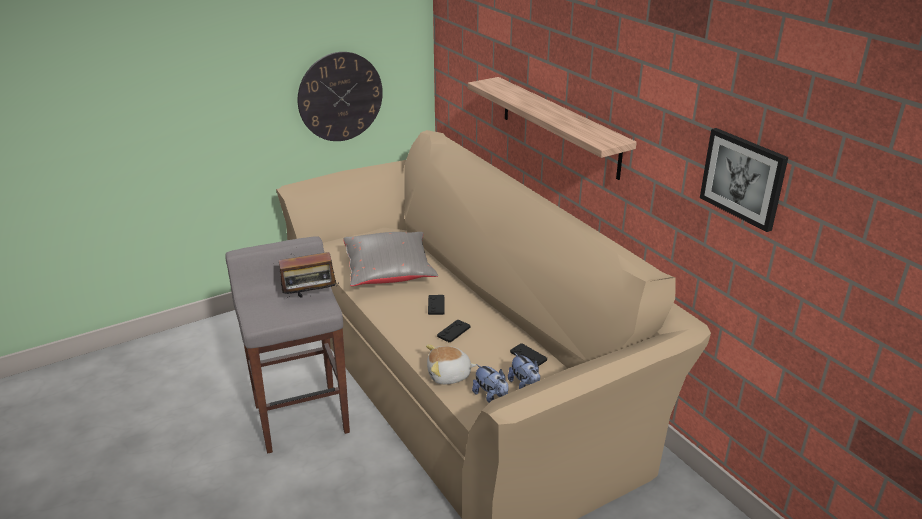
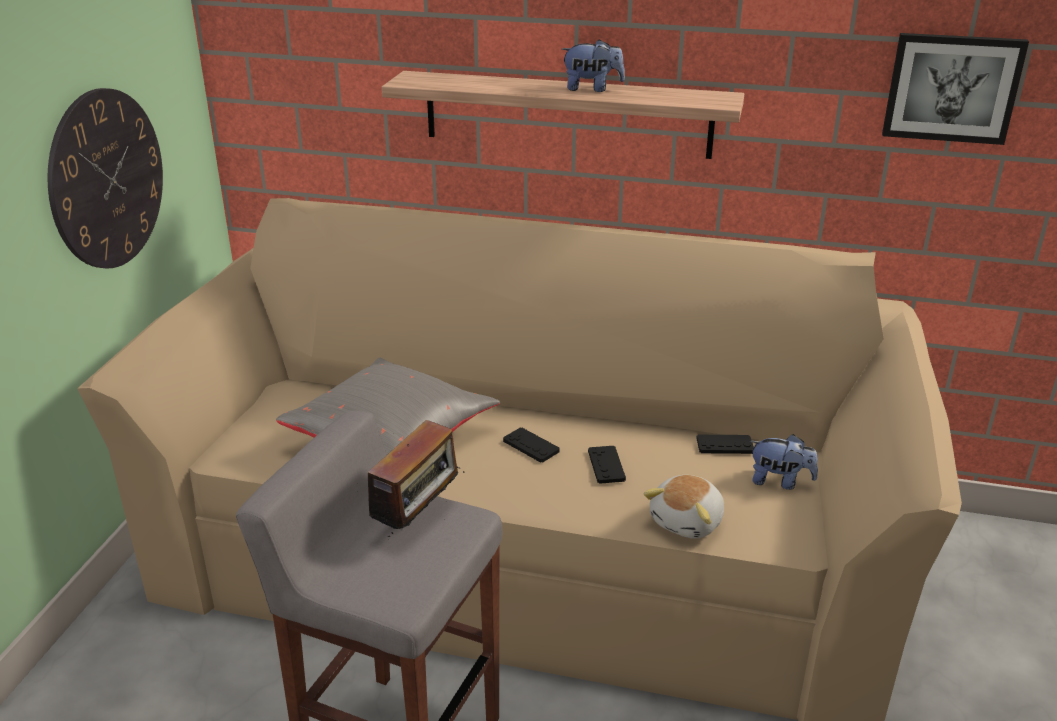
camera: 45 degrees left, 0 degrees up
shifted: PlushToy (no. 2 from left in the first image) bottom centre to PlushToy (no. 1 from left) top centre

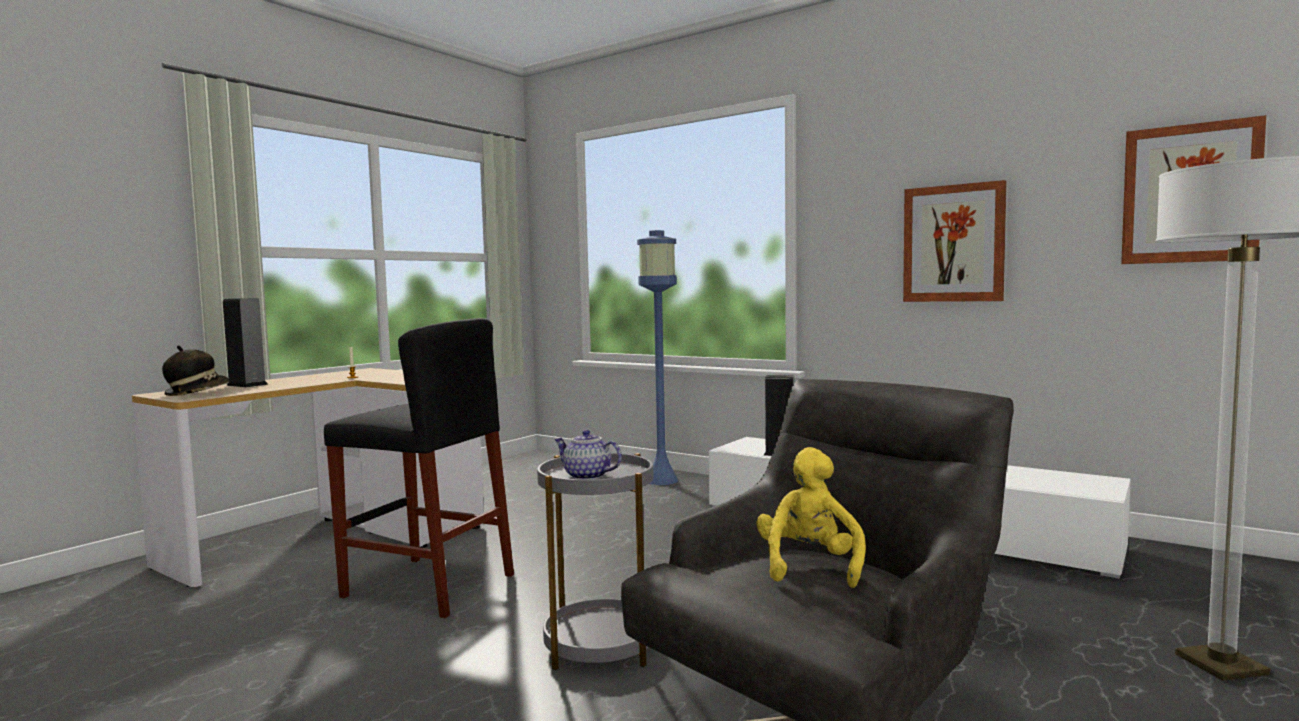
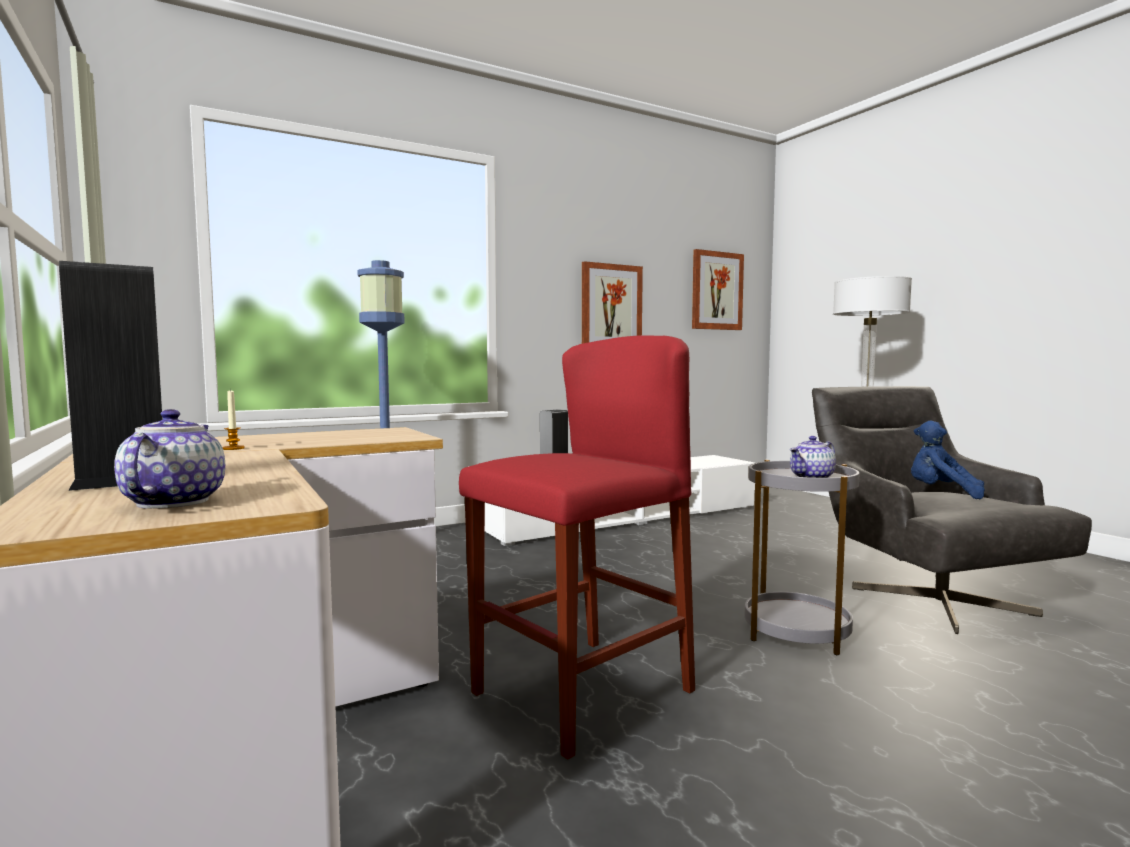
camera: 65 degrees left, 0 degrees up
swapped: Hat middle left to Teapot (no. 1 from left) middle left
repainted: BlackStool middle left to RedStool centre; YellowPlushToy bottom centre to BluePlushToy middle right

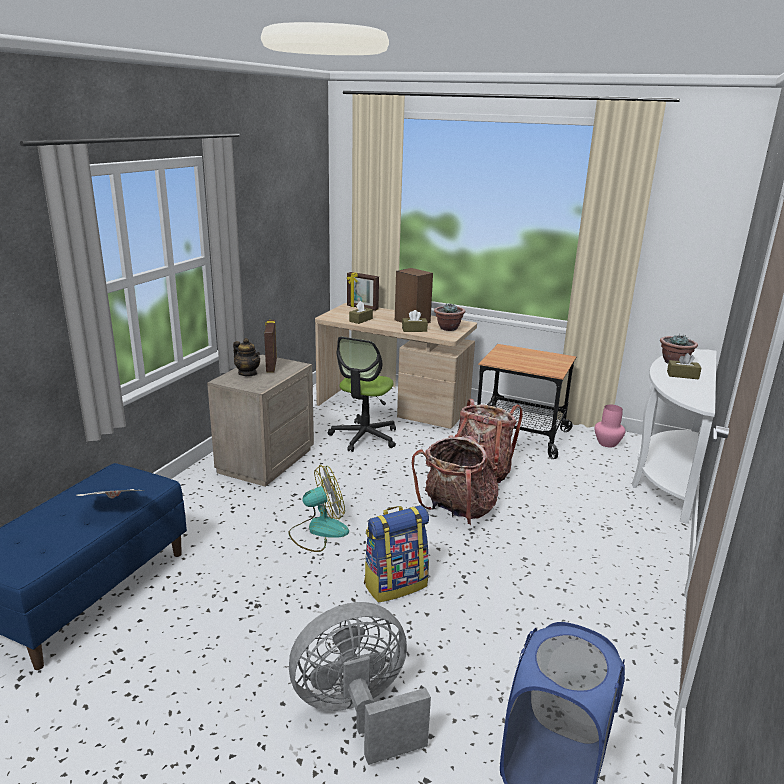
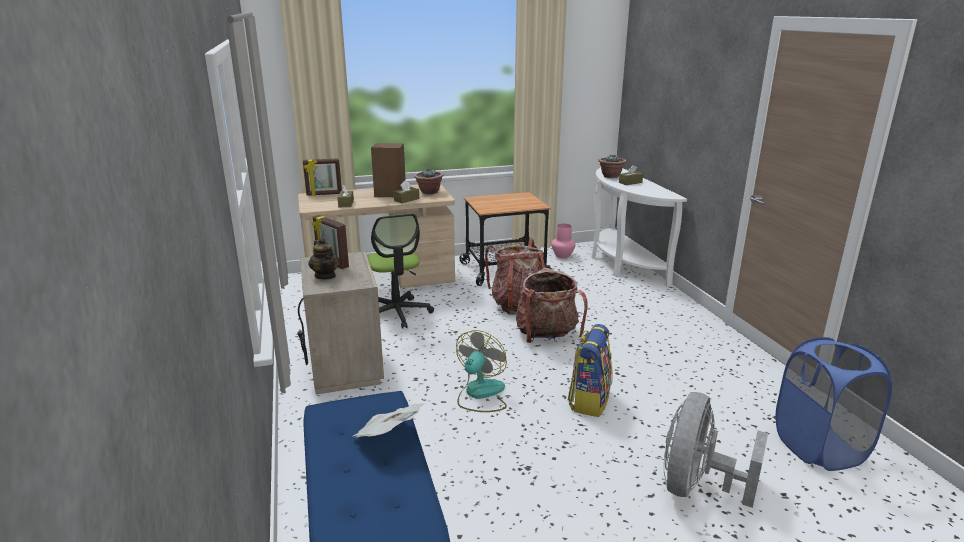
camera: 40 degrees left, 0 degrees up
rotated: Teapot middle left = centre 60 degrees clockwise

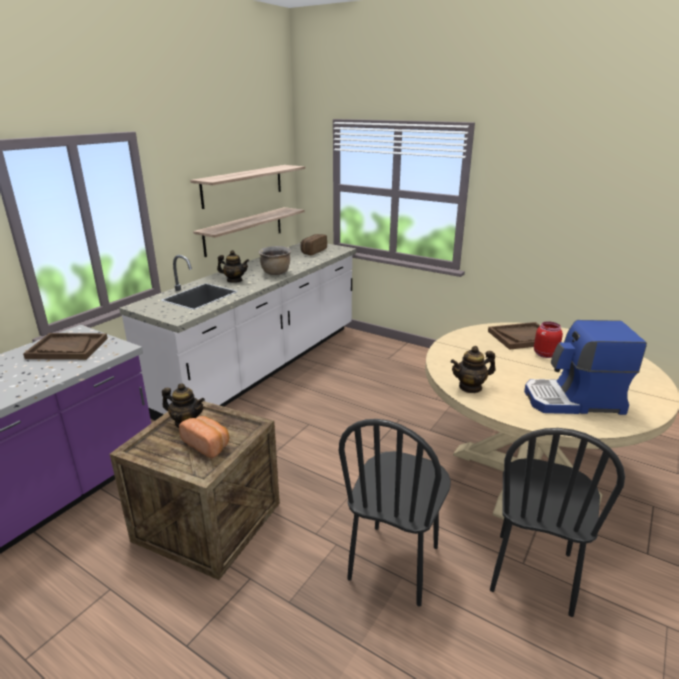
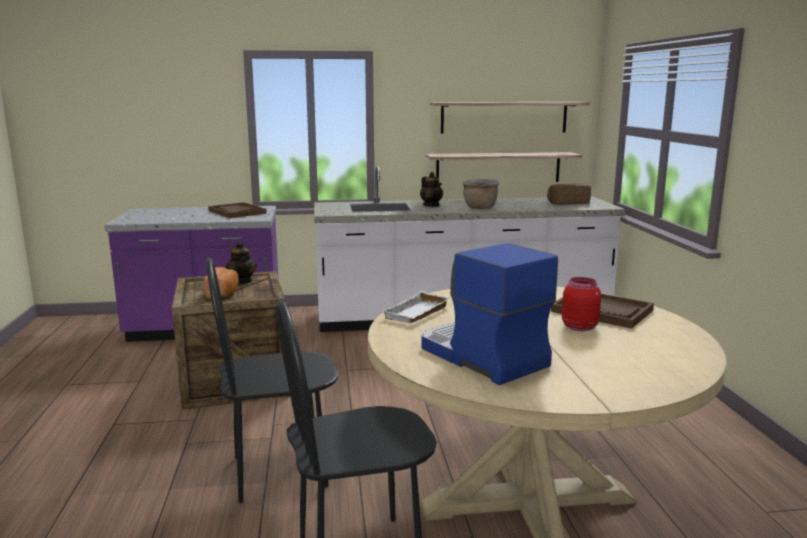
camera: 50 degrees right, 10 degrees down
swapped: Teapot (no. 3 from left) middle right to WhiteTray centre

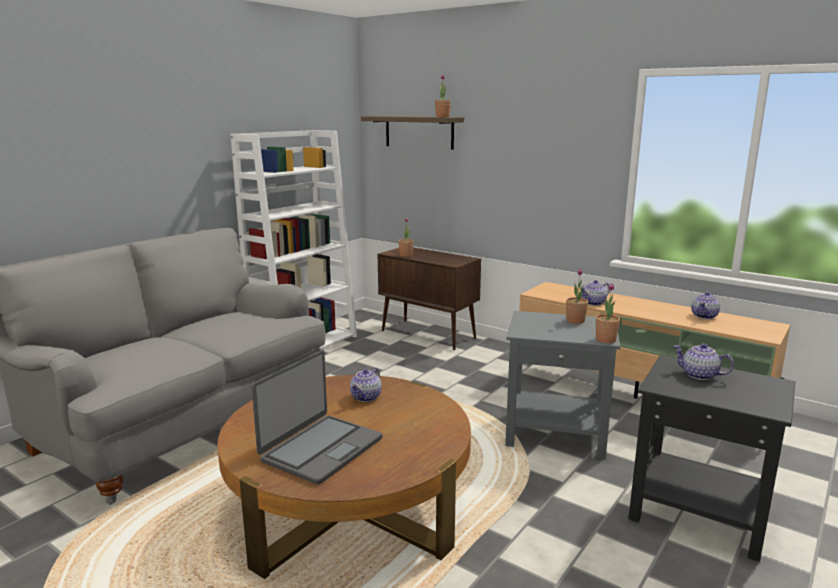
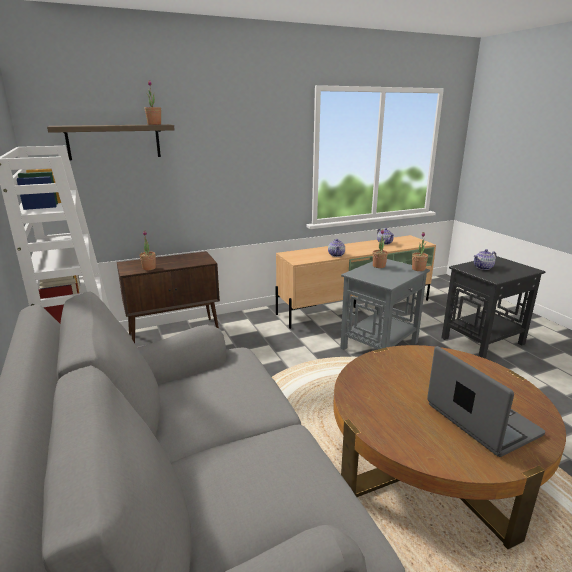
camera: 60 degrees left, 5 degrees up
gone: Teapot (no. 1 from left) centre

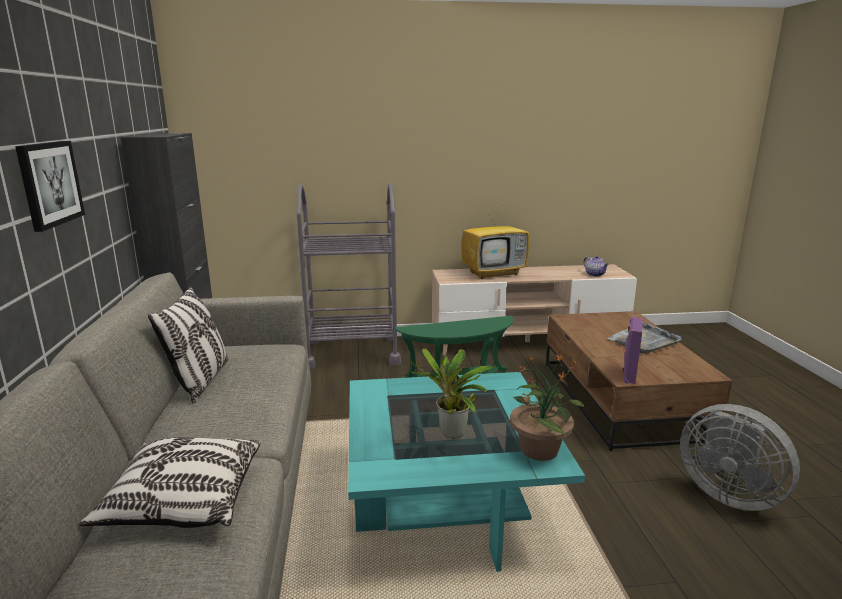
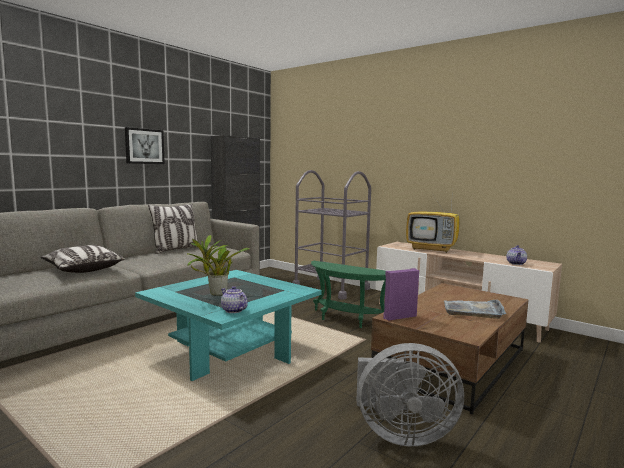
camera: 45 degrees right, 10 degrees down
swapped: PottedPlant (no. 2 from left) bottom centre to Teapot (no. 1 from left) centre
rotated: GreyFan bottom right = bottom centre 90 degrees counterclockwise

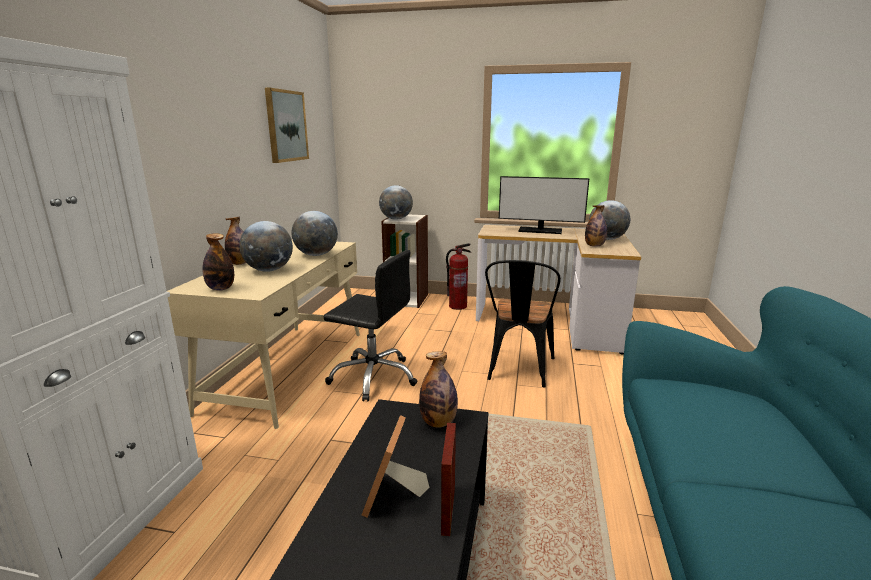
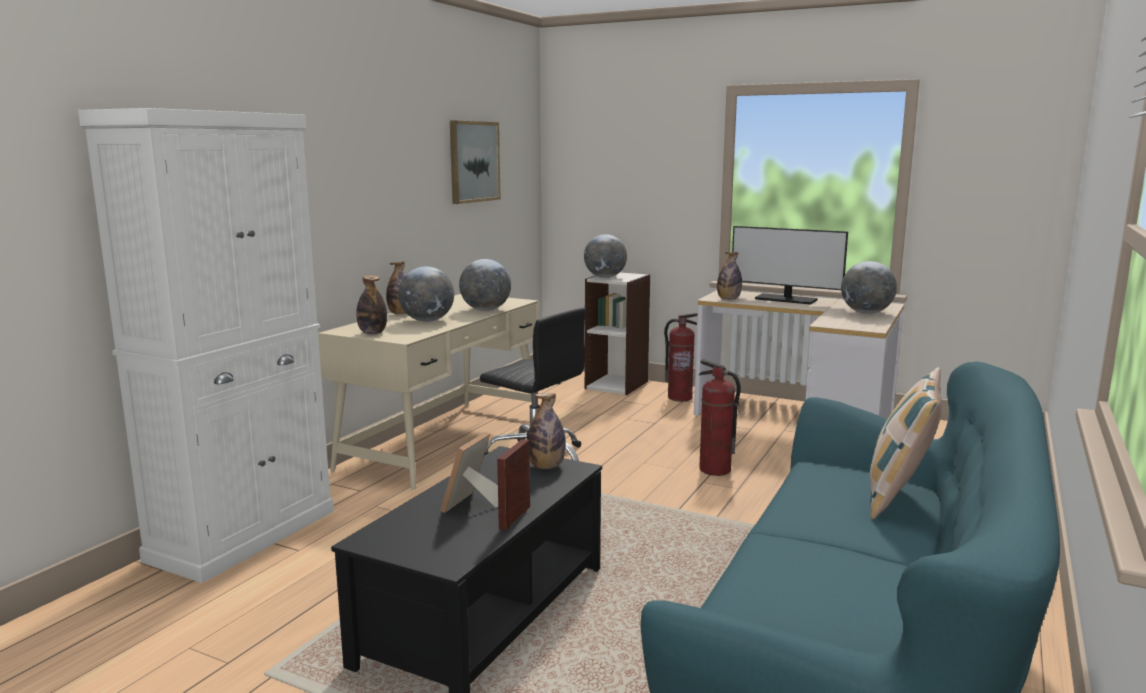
camera: 15 degrees right, 5 degrees down
new: Pillow middle right
shifted: Bottle (no. 4 from left) middle right to centre
swapped: BlackChair centre to FireExtinguisher (no. 2 from left) centre

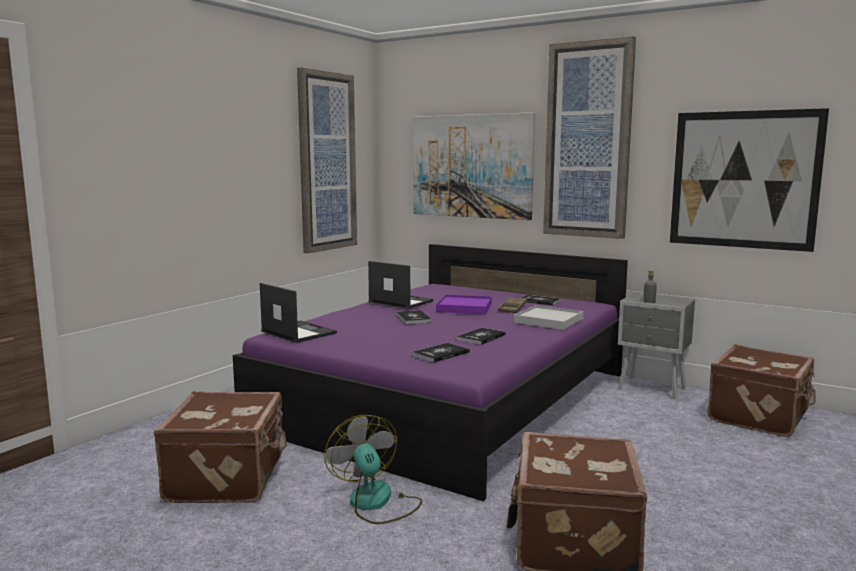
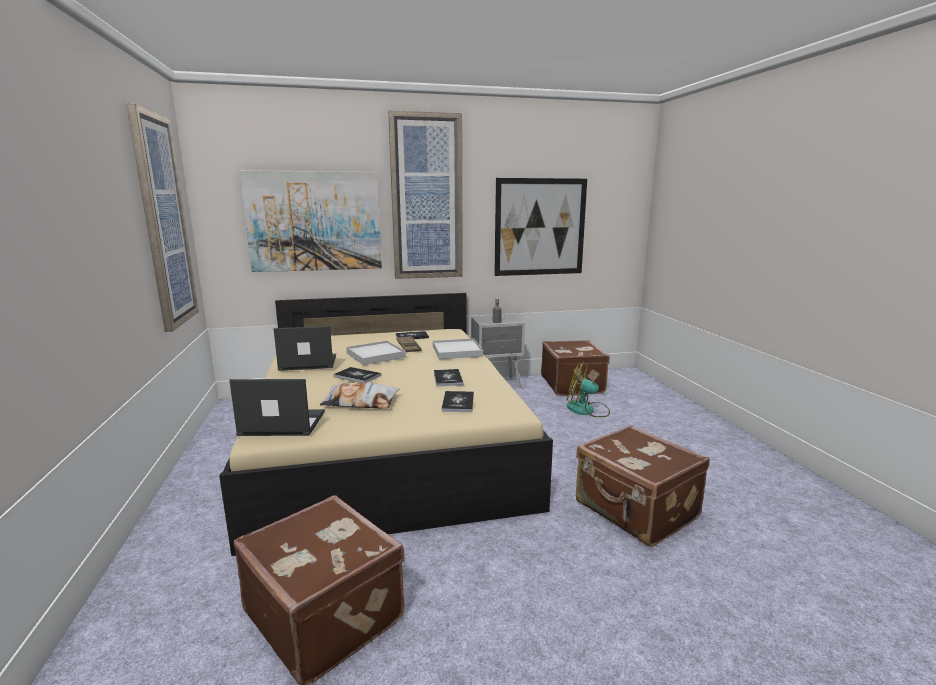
camera: 45 degrees left, 5 degrees up
new: Pillow centre
shifted: Fan bottom centre to centre
repainted: PurpleBed centre to BeigeBed centre; PurpleTray centre to WhiteTray (no. 1 from left) centre

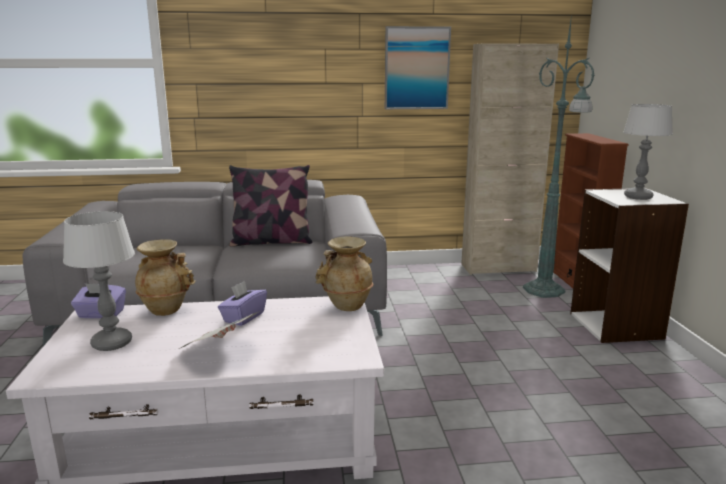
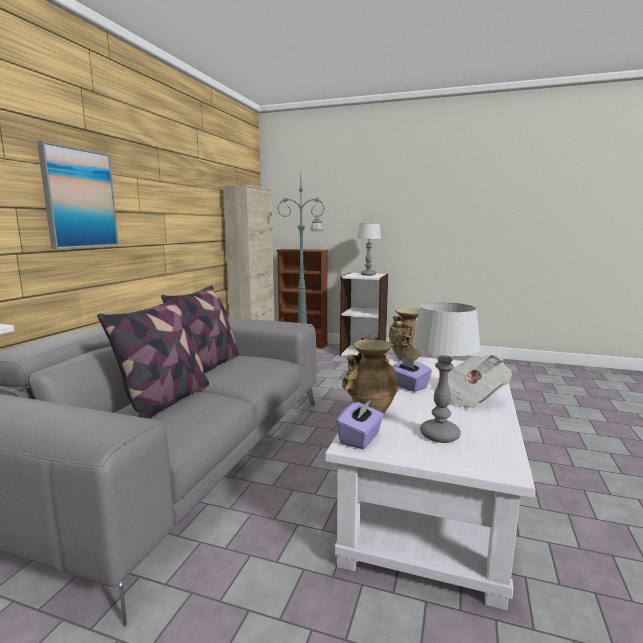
camera: 65 degrees left, 5 degrees down
new: Pillow (no. 1 from left) middle left
shifted: Picture top centre to top left

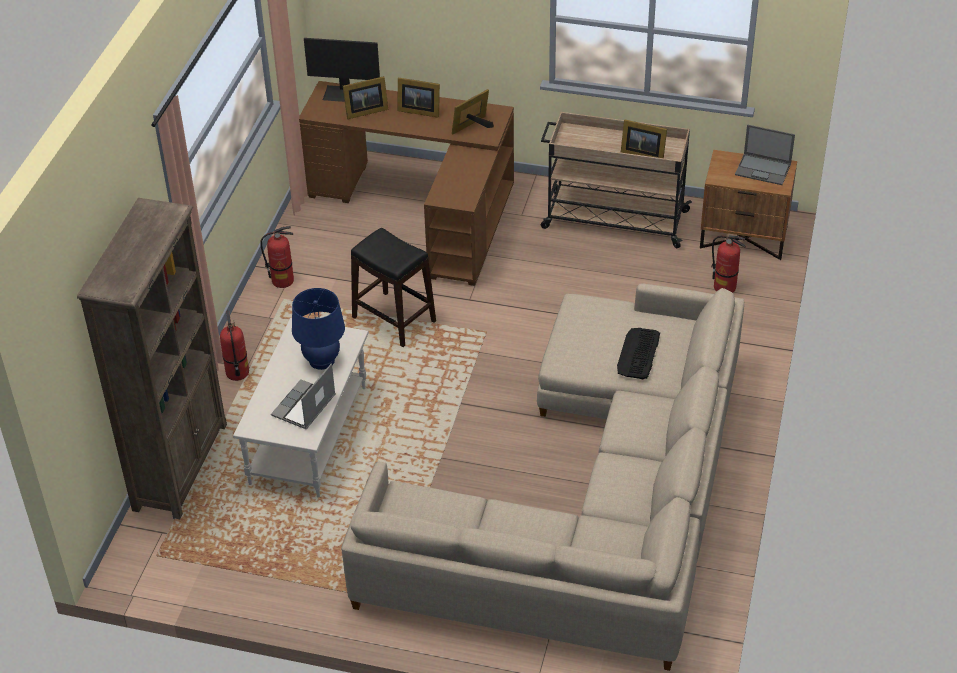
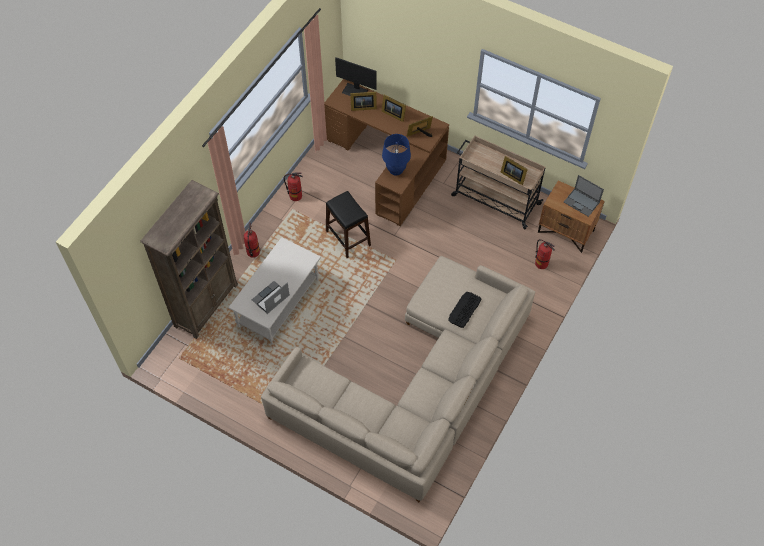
camera: 15 degrees right, 15 degrees up
shifted: BlueTableLamp middle left to top centre

